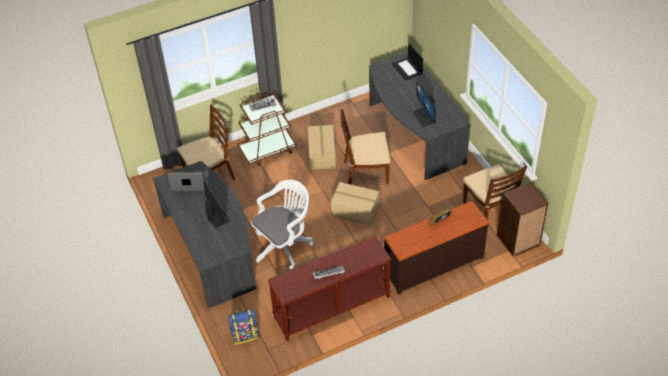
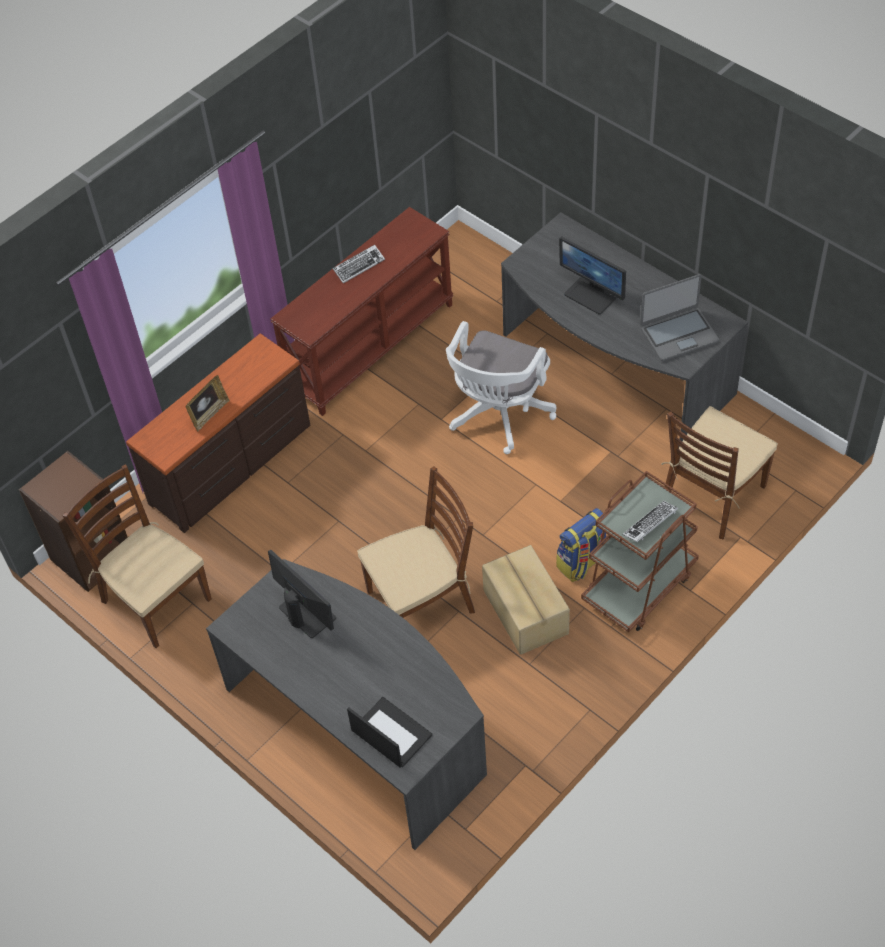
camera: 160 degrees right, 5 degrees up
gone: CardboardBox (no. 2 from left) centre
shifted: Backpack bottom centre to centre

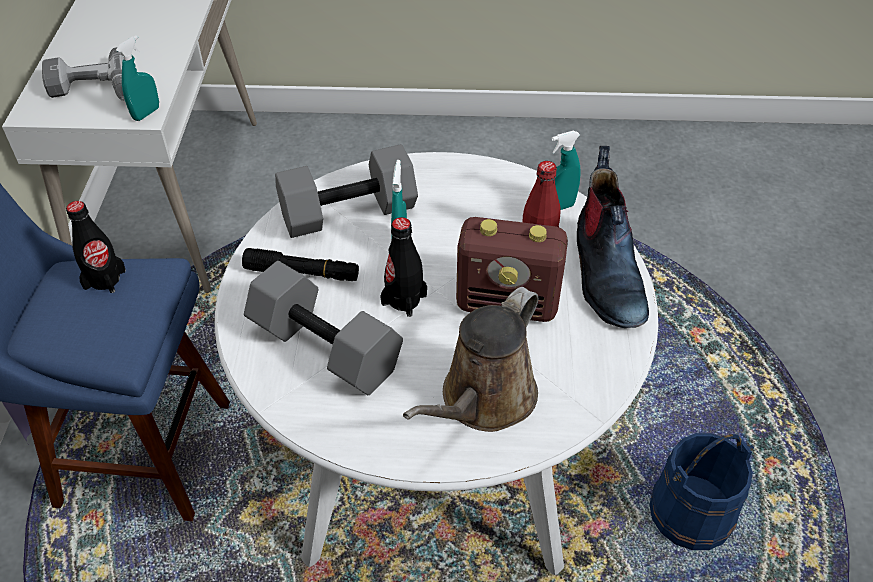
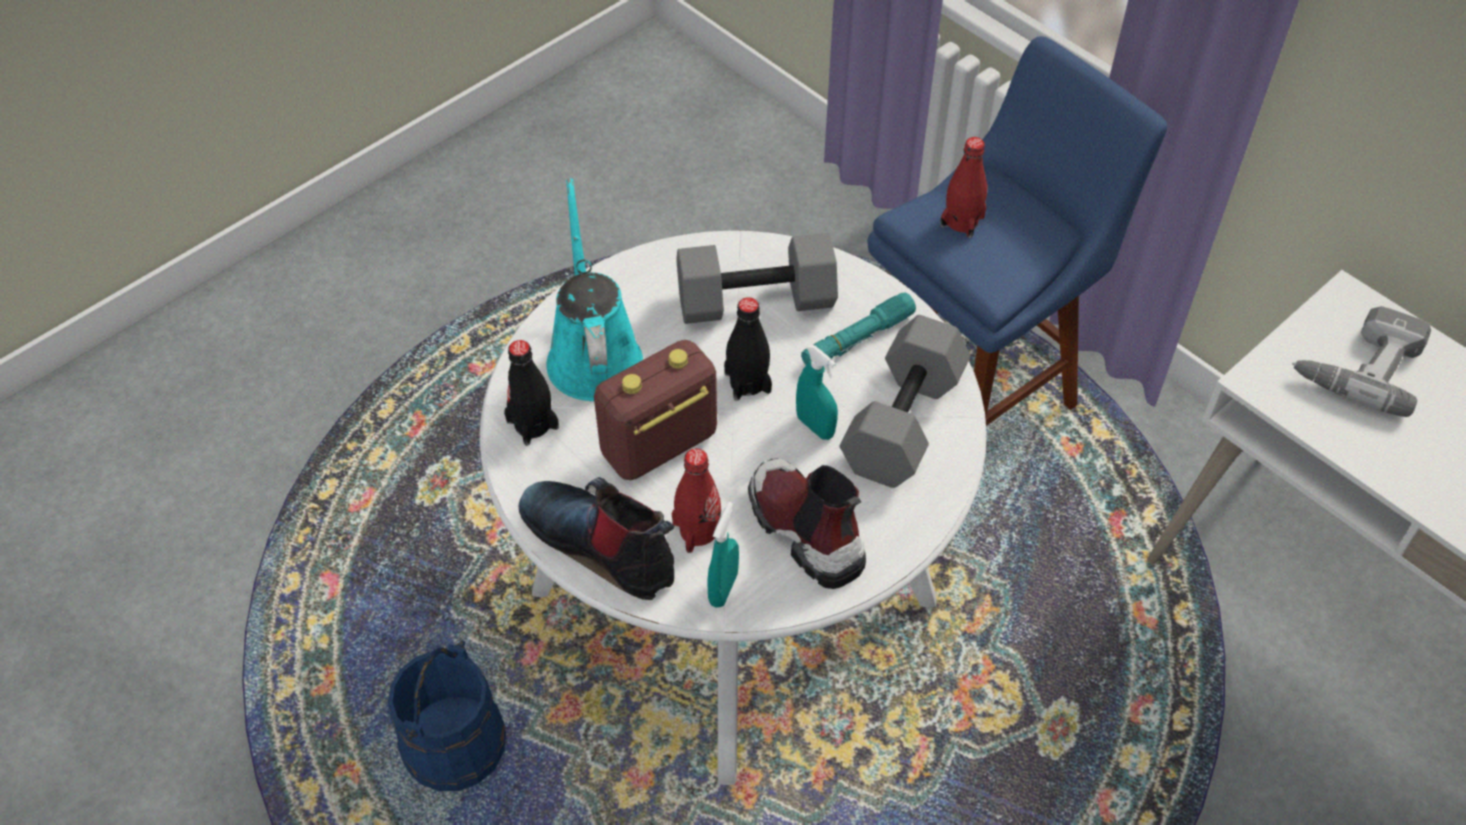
camera: 135 degrees right, 5 degrees up
gone: TurquoiseSprayBottle (no. 1 from left) top left
new: Boot (no. 2 from left) centre; RedBottle (no. 2 from left) top centre
shifted: BlackBottle (no. 1 from left) middle left to centre
repainted: BlackFlashlight centre to TurquoiseFlashlight centre; BrownWateringCan centre to TurquoiseWateringCan centre

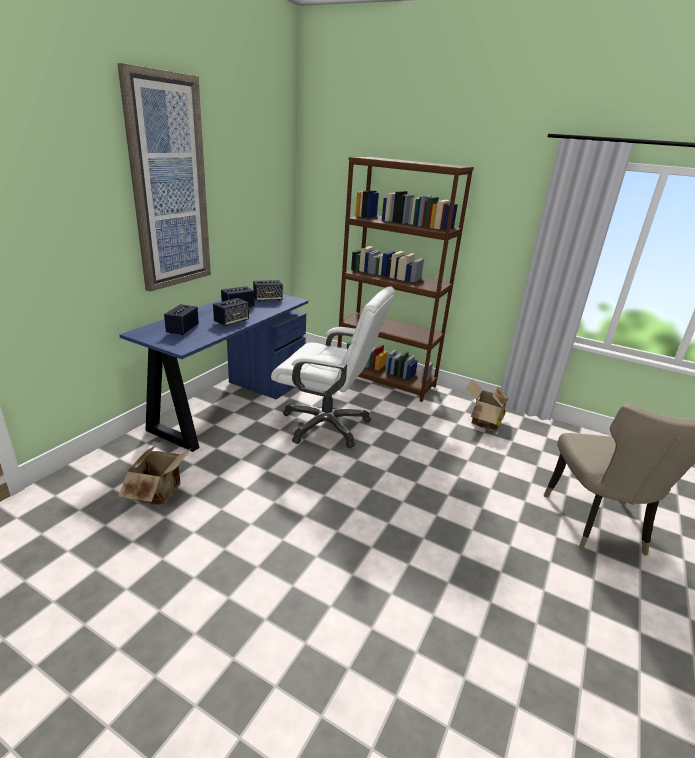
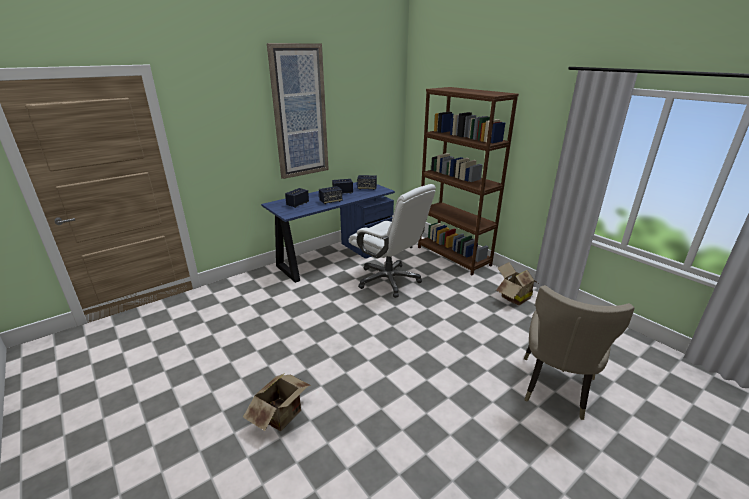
camera: 25 degrees right, 0 degrees up
shifted: CardboardBox (no. 1 from left) middle left to bottom centre

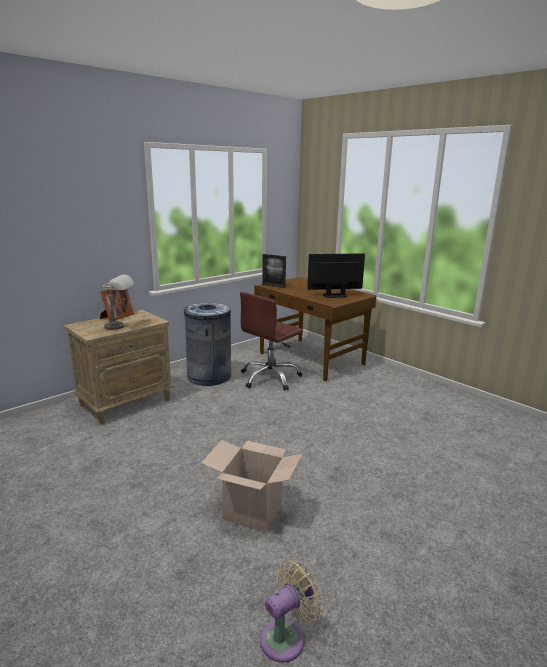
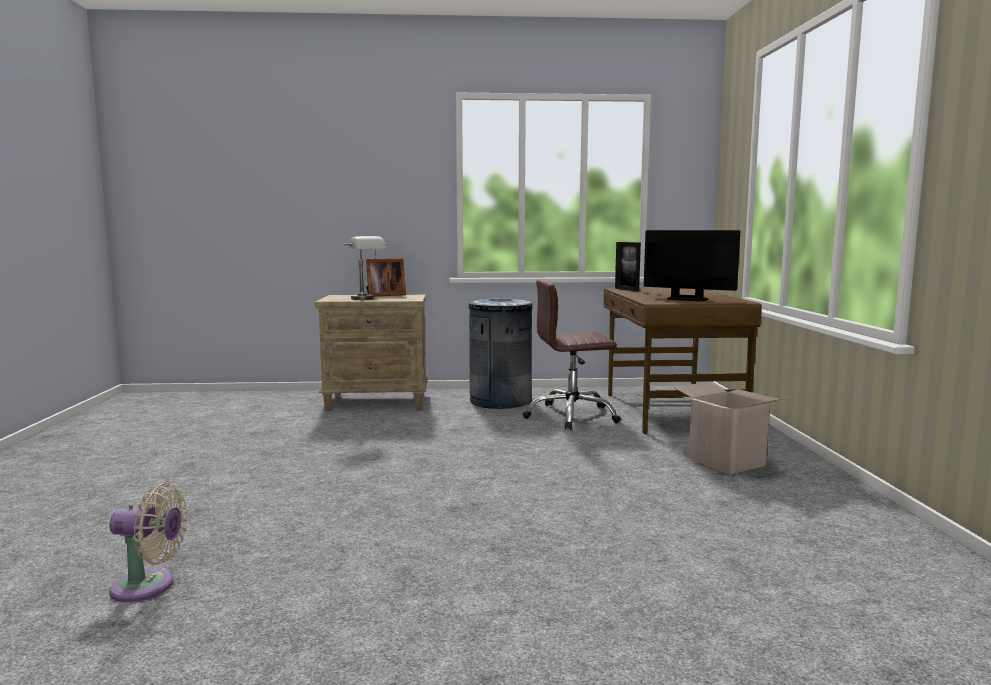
camera: 40 degrees right, 10 degrees down
shifted: CardboardBox bottom centre to middle right

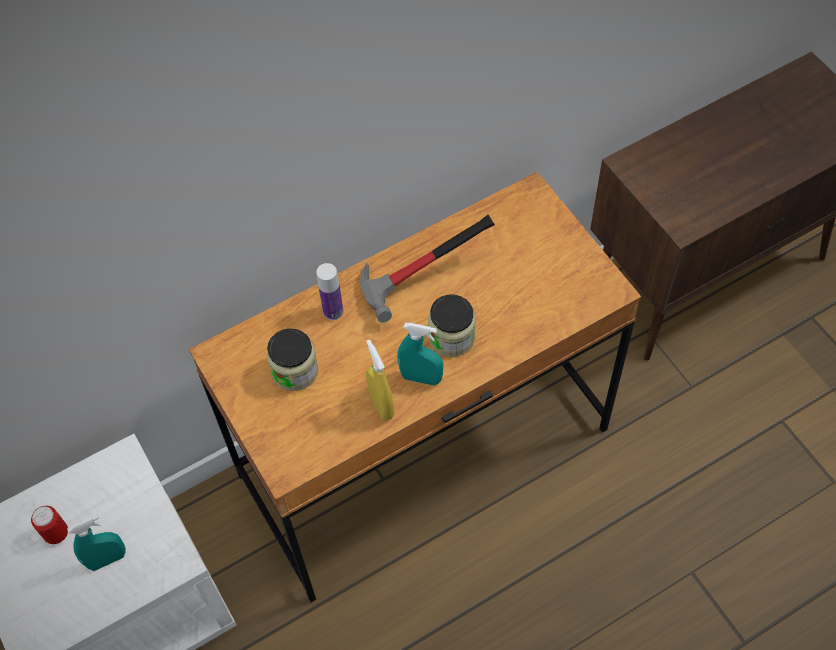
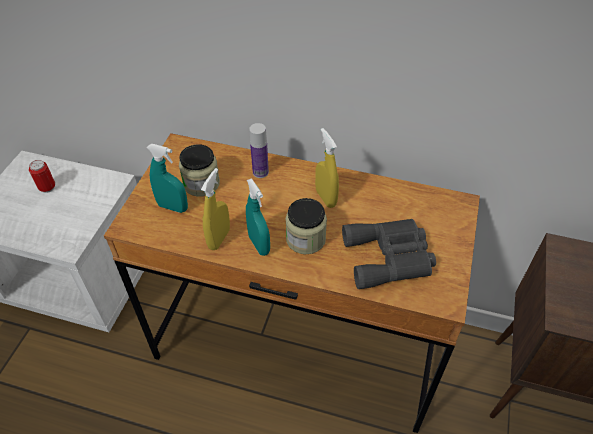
camera: 45 degrees right, 10 degrees down
new: GreyBinoculars centre
shifted: TurquoiseSprayBottle (no. 1 from left) bottom left to middle left
swapped: Hammer centre to YellowSprayBottle (no. 2 from left) centre

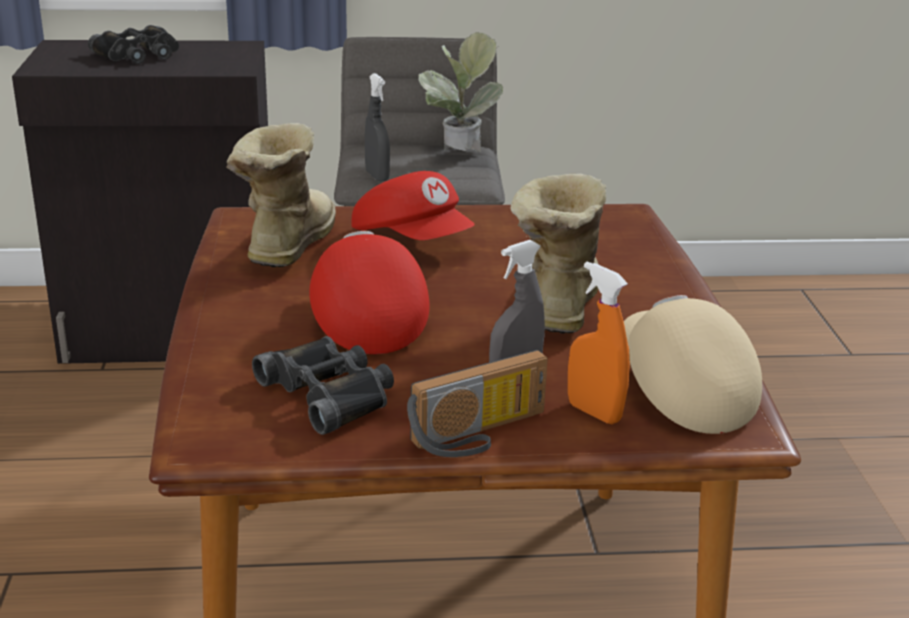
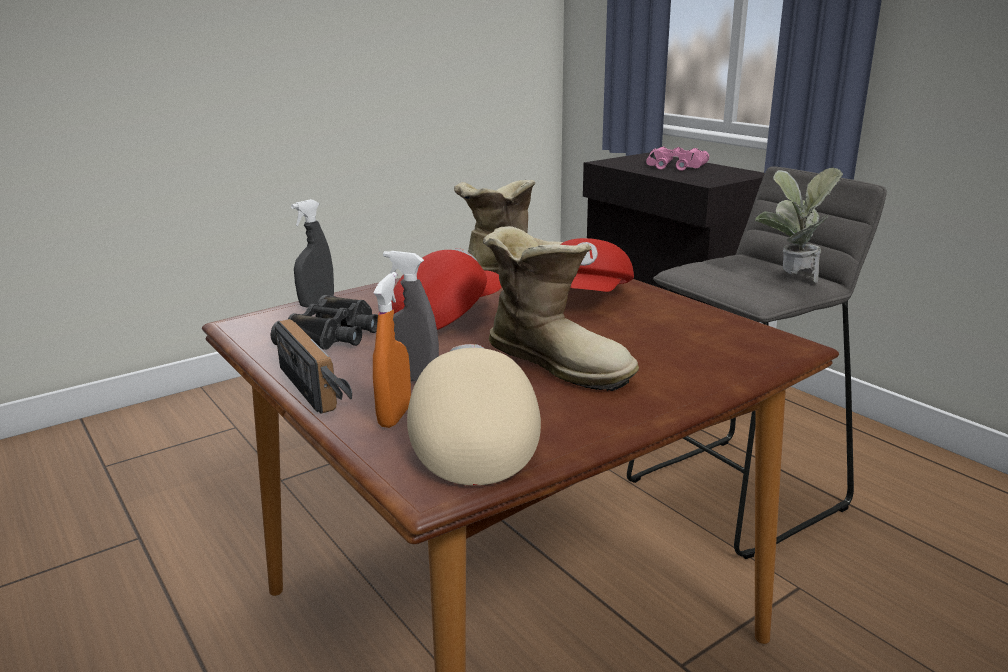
camera: 60 degrees right, 5 degrees down
shifted: GreySprayBottle (no. 1 from left) top centre to middle left
repainted: BlackBinoculars (no. 1 from left) top left to PinkBinoculars top right
rotated: Radio centre = middle left 150 degrees counterclockwise; Boot (no. 2 from left) centre = centre 60 degrees clockwise; BeigeCap middle right = centre 45 degrees counterclockwise

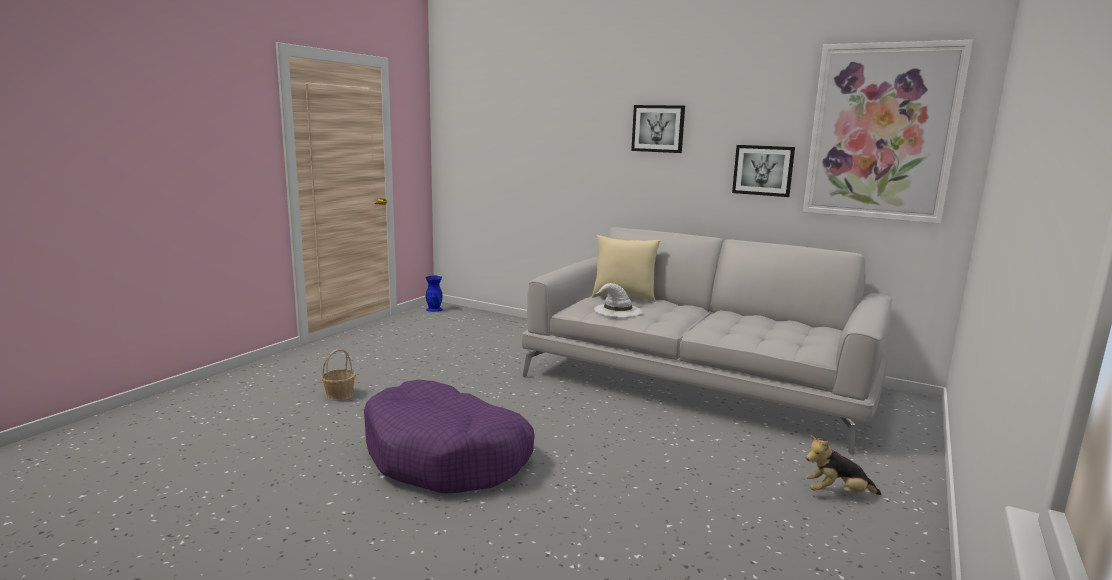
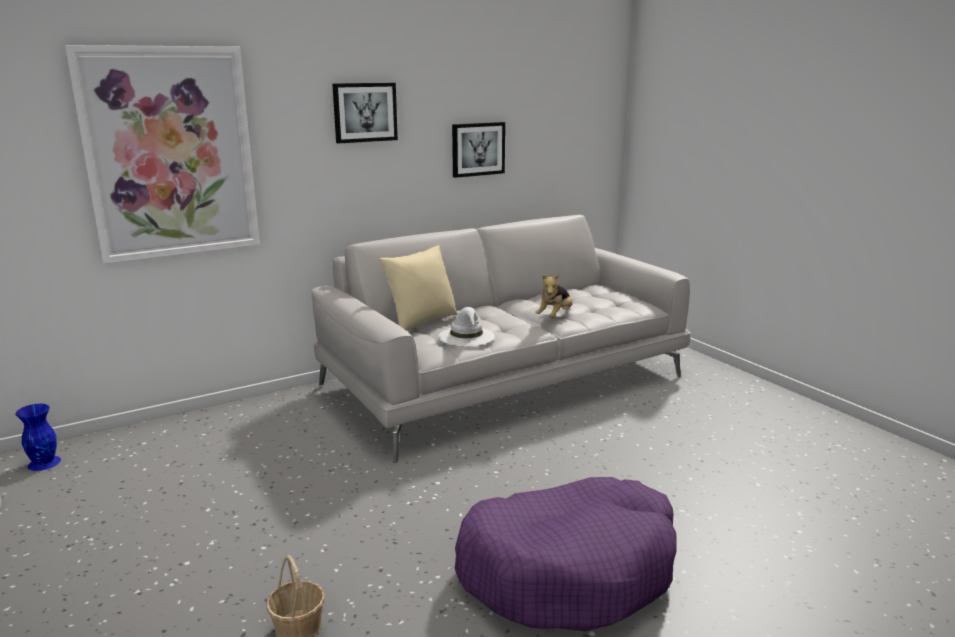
camera: 60 degrees left, 5 degrees up
shifted: Picture (no. 3 from left in the first image) top right to Picture (no. 1 from left) top left; PlushToy bottom right to centre

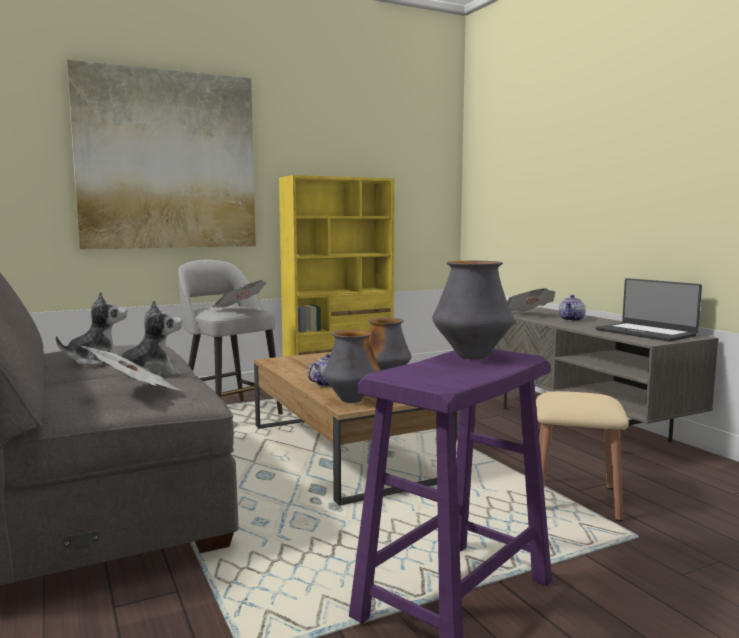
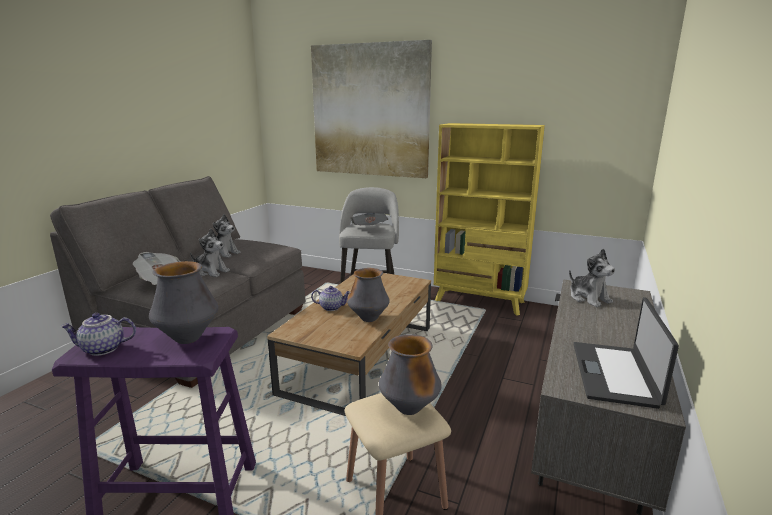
camera: 50 degrees right, 10 degrees up
shifted: Vase (no. 1 from left in the first image) centre to Vase (no. 3 from left) bottom centre; Teapot (no. 2 from left in the first image) middle right to Teapot (no. 1 from left) middle left
swapped: Newspaper (no. 3 from left) middle right to PlushToy (no. 3 from left) middle right

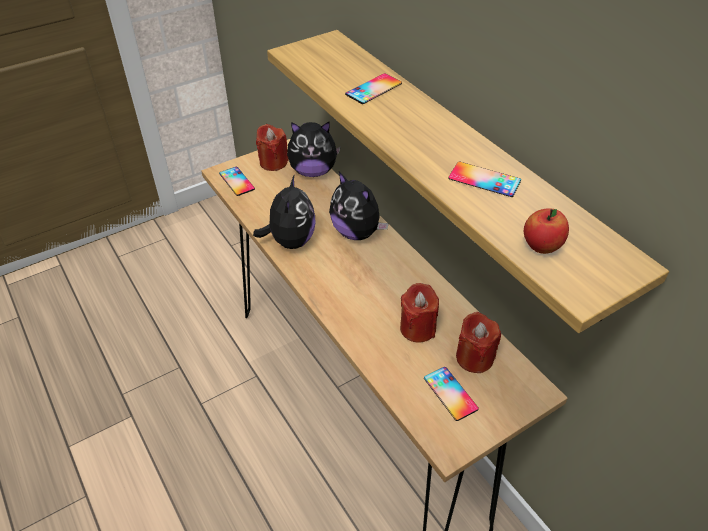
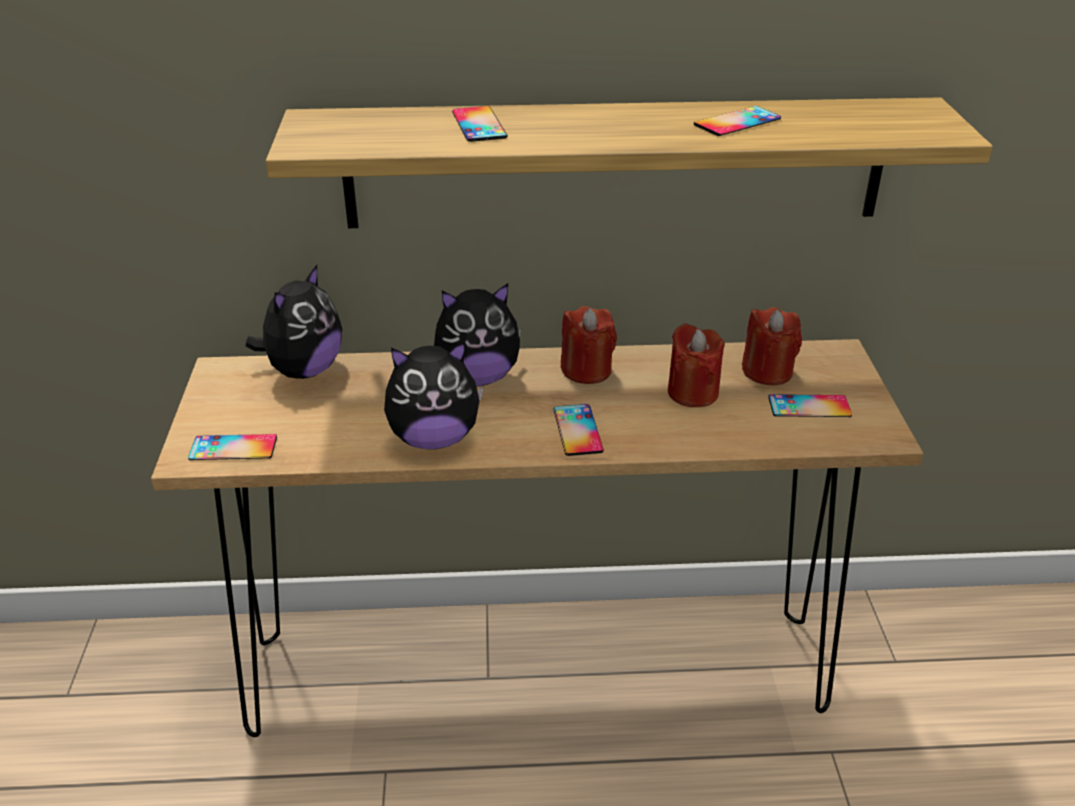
camera: 60 degrees left, 10 degrees down
gone: Apple middle right
new: Phone (no. 3 from left) centre
shifted: RedCandle (no. 1 from left) top centre to centre
rotated: PlushToy (no. 1 from left in the first image) centre = centre 135 degrees clockwise

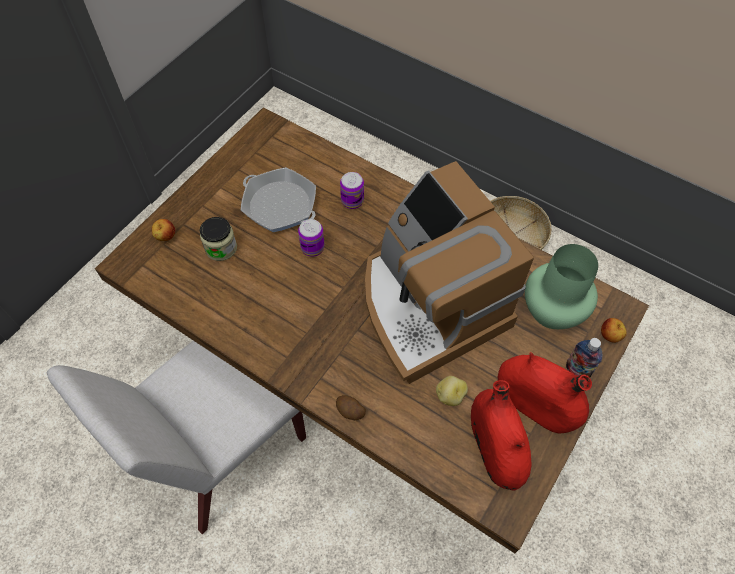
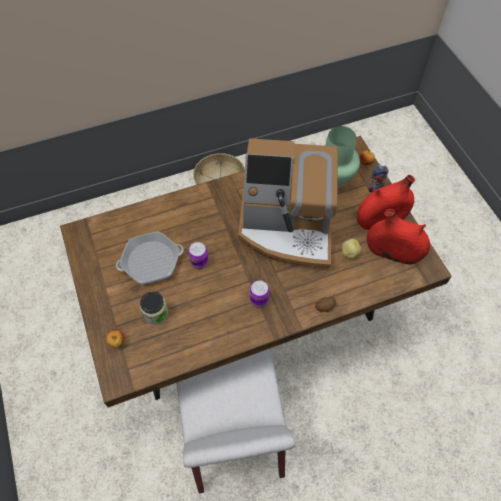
camera: 55 degrees left, 0 degrees up
shifted: Can (no. 2 from left) top centre to centre

